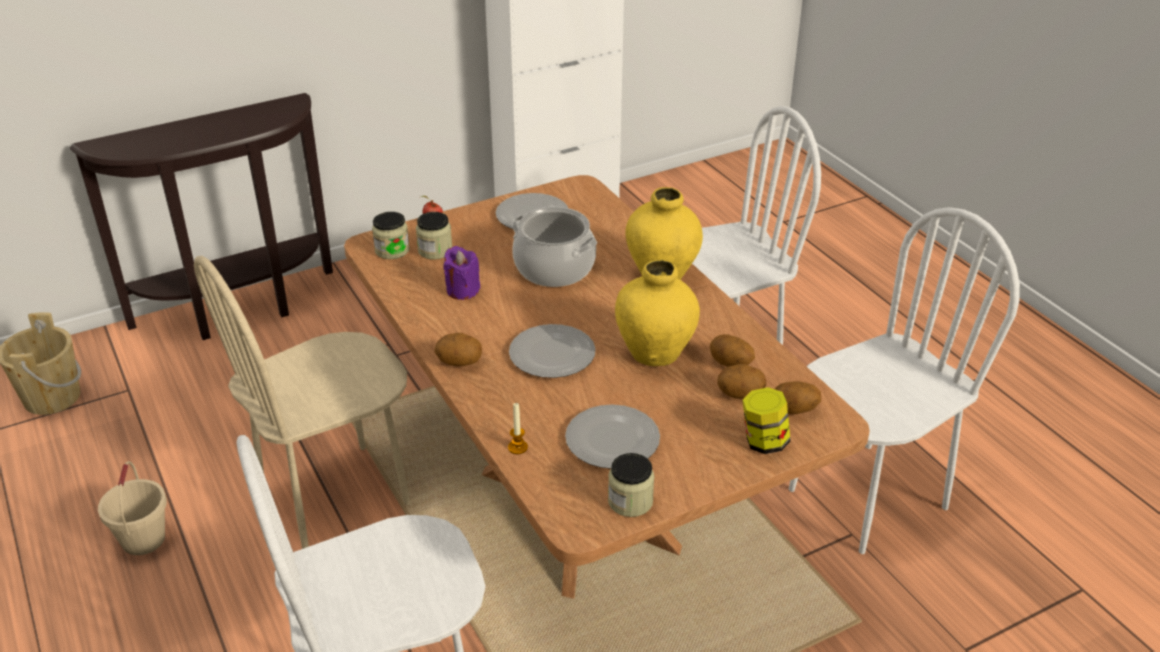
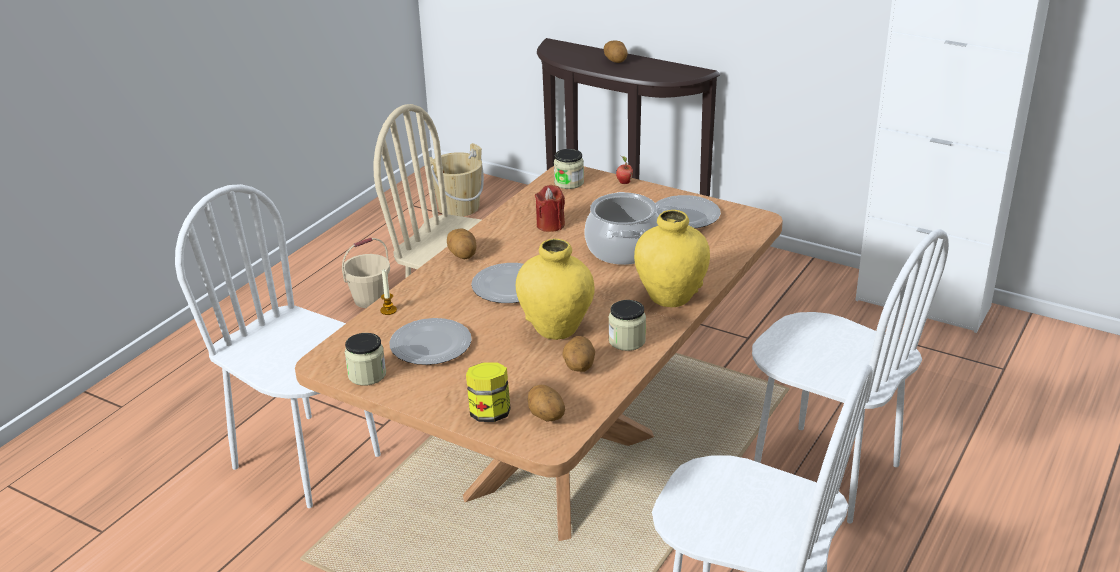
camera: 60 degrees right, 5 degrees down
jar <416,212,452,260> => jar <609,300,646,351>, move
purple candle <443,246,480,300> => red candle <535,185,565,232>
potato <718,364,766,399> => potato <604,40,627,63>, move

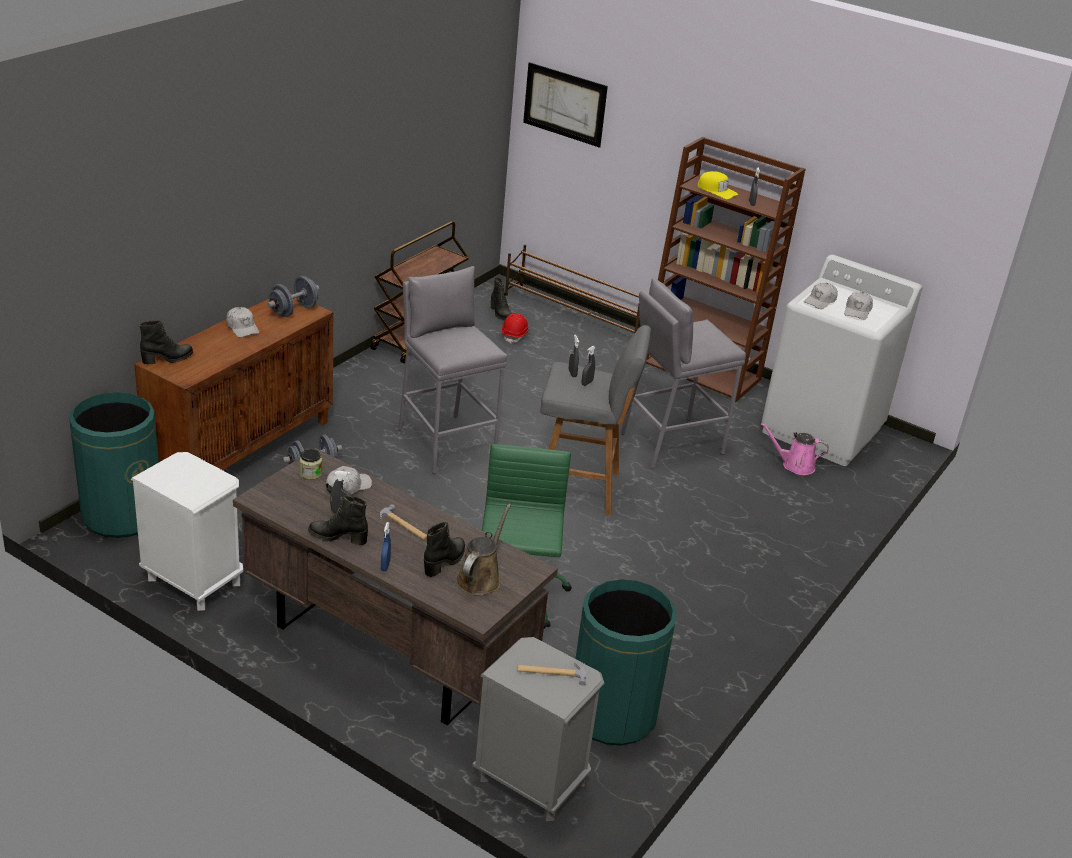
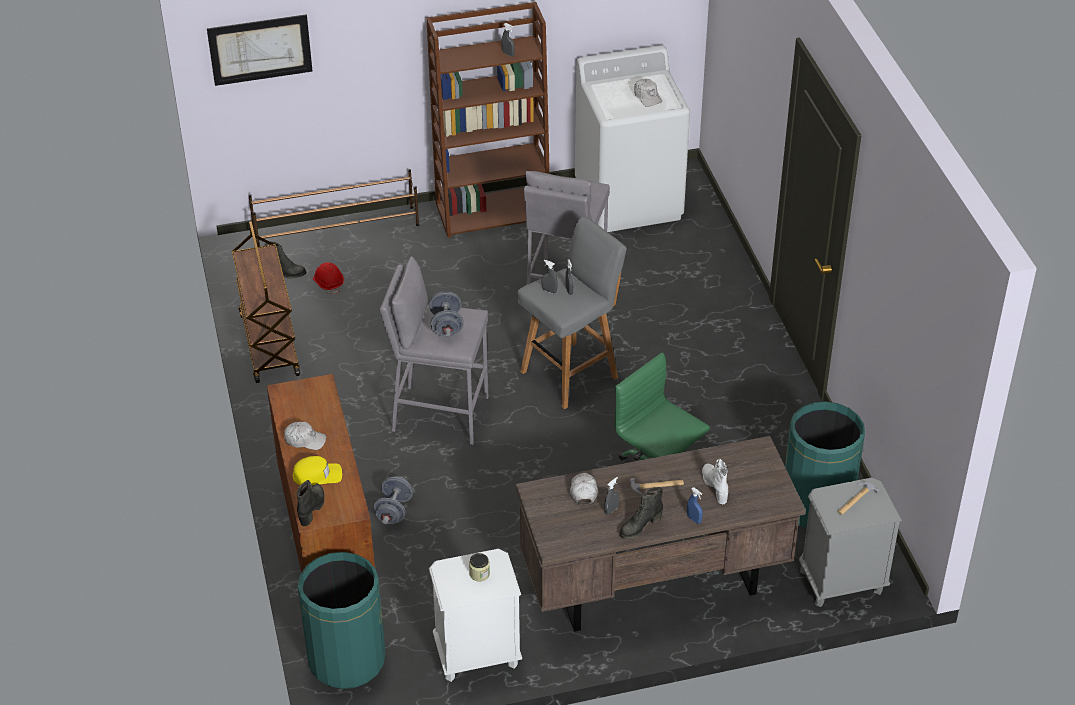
camera: 45 degrees left, 10 degrees up
yellow cap <698,171,738,199> => yellow cap <293,456,342,485>, move
grey dumbbell <267,276,320,317> => grey dumbbell <429,291,463,337>, move
white cap <804,282,838,309> => nothing
pink watering can <761,423,829,475> => nothing
jar <300,449,322,480> => jar <469,553,490,581>, move
brown watering can <456,504,511,596> => nothing
black boot <424,522,465,577> => white boot <702,459,728,504>

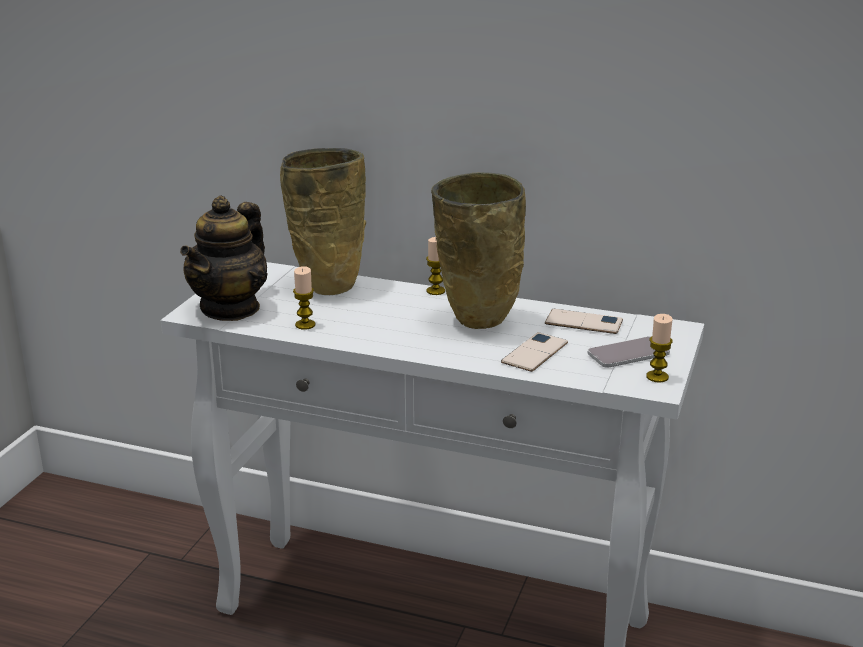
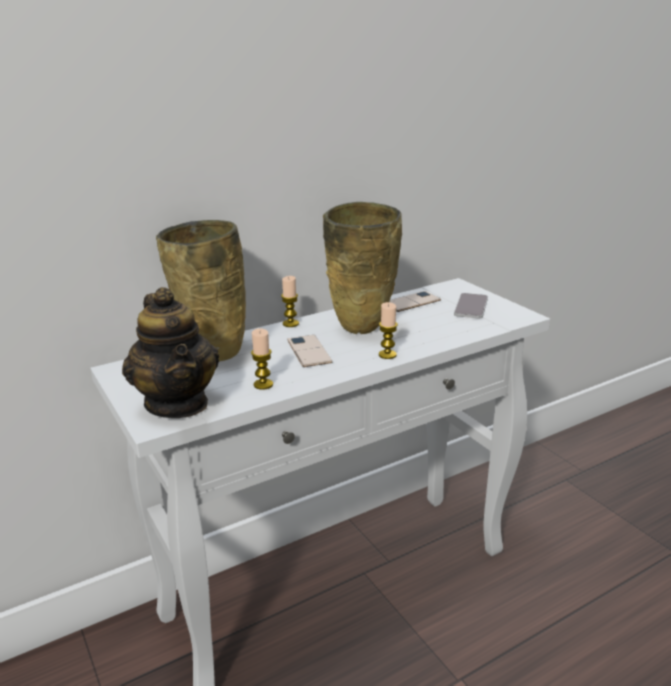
camera: 50 degrees left, 0 degrees up
candle <646,314,673,383> => candle <379,302,398,359>, move
phone <501,332,568,372> => phone <287,335,332,367>, move

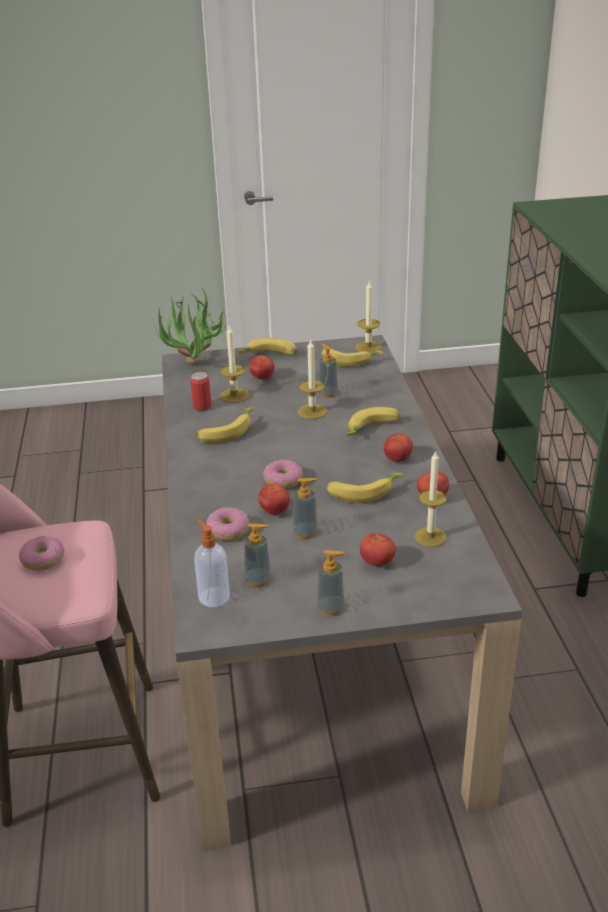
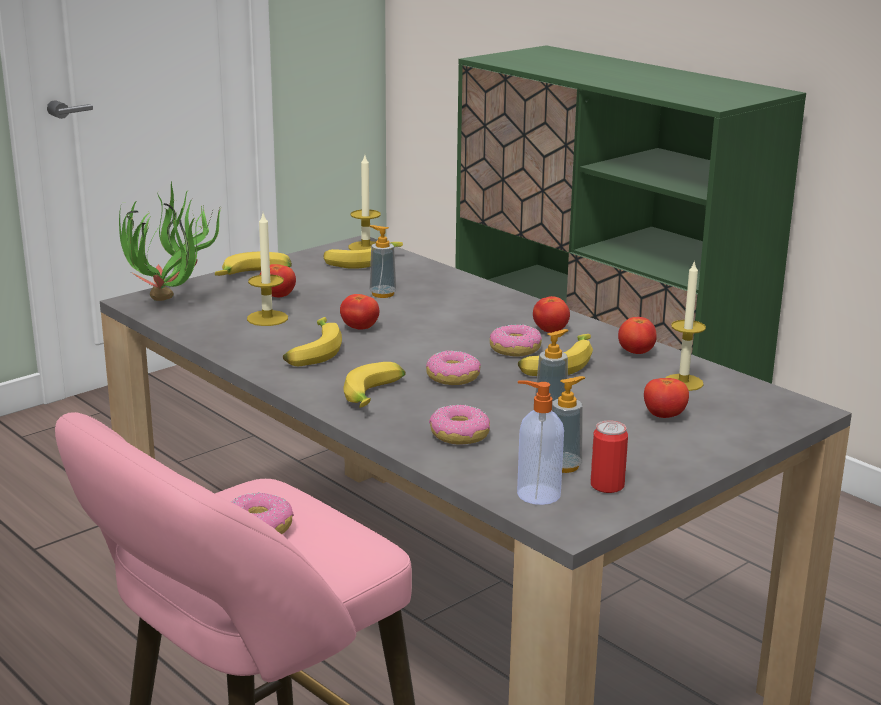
camera: 35 degrees left, 10 degrees down
candle <298,339,327,419> => nothing
can <191,372,212,411> => can <590,420,628,493>, move
banana <346,407,401,436> => banana <343,362,406,408>, move
tomato <258,483,290,515> => tomato <340,294,379,330>, move
soap dispenser <317,550,345,616> => nothing
nothing => donut <490,324,542,356>

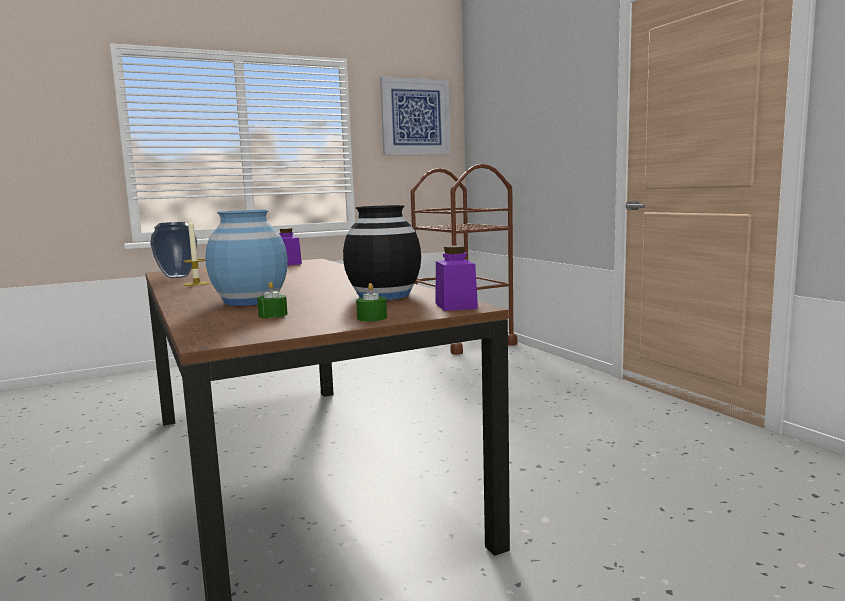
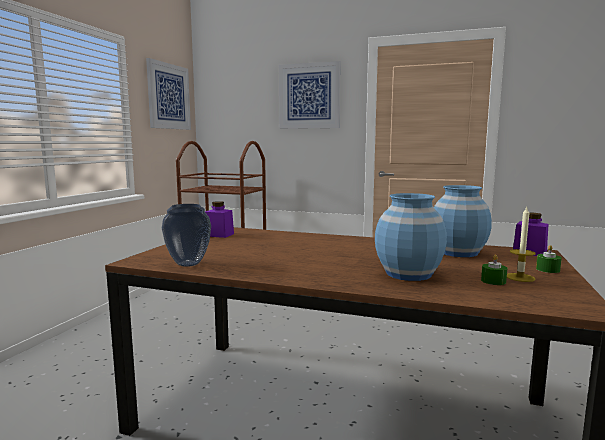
camera: 45 degrees left, 0 degrees up
black vase <343,205,421,300> => blue vase <434,185,492,257>
candle <183,218,210,286> => candle <507,207,536,282>, move
nothing => picture <279,61,340,129>

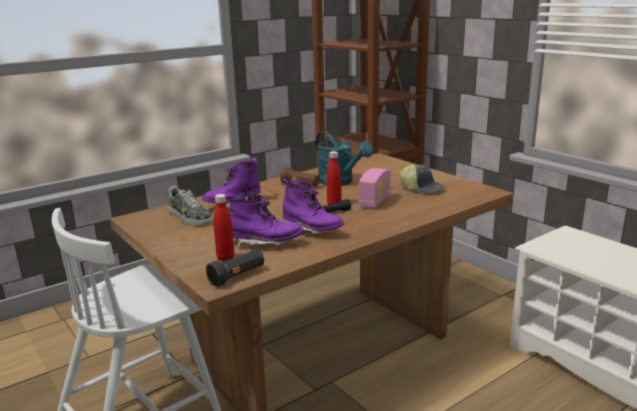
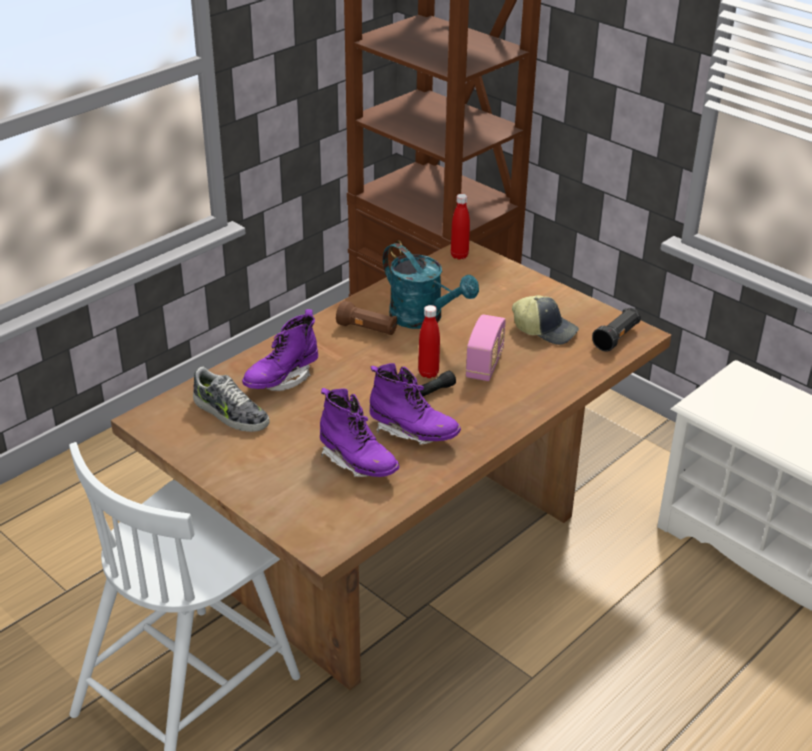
camera: 10 degrees left, 15 degrees up
purple boot <226,192,303,248> => purple boot <320,388,400,477>, 45 degrees clockwise
red bottle <214,194,234,262> => red bottle <451,194,470,260>, move
black flashlight <206,249,265,287> => black flashlight <592,308,641,352>, move

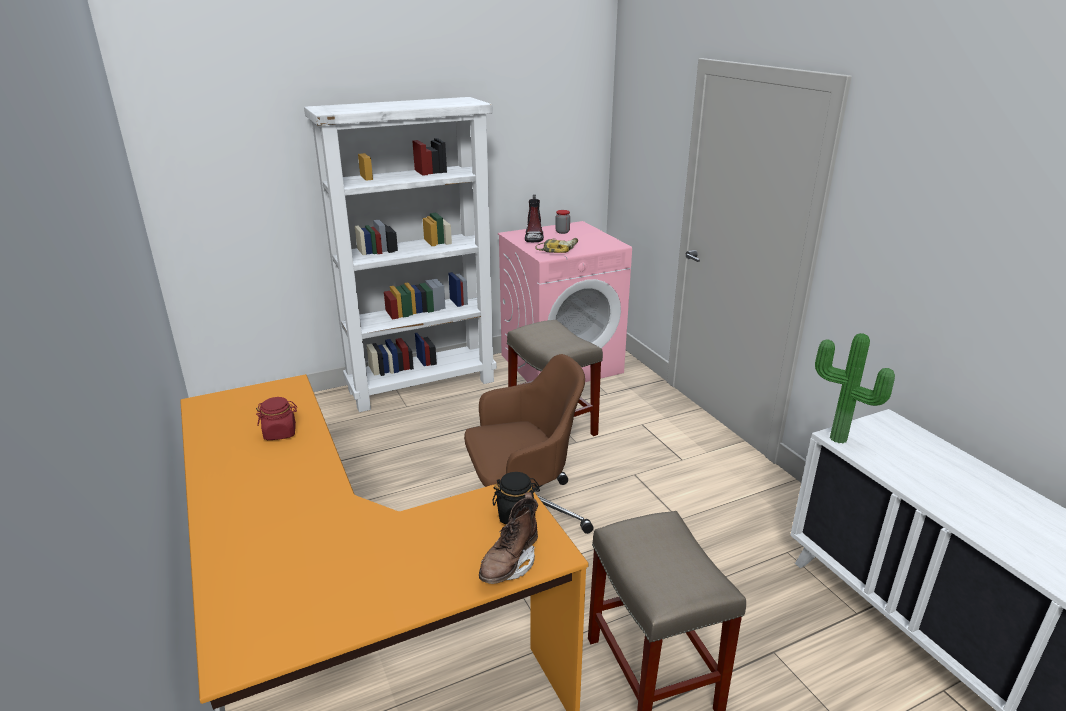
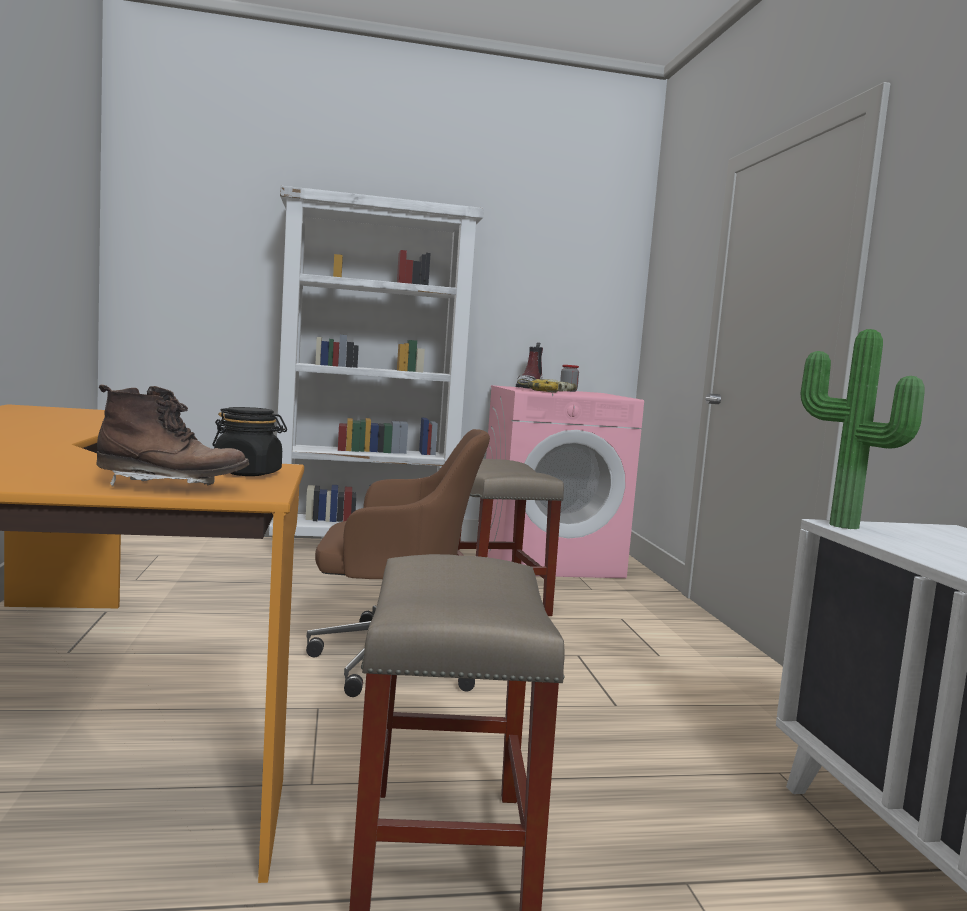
camera: 15 degrees right, 20 degrees down
red jar <256,397,297,440> => nothing
brown boot <479,492,538,584> => brown boot <96,384,249,487>, 135 degrees counterclockwise

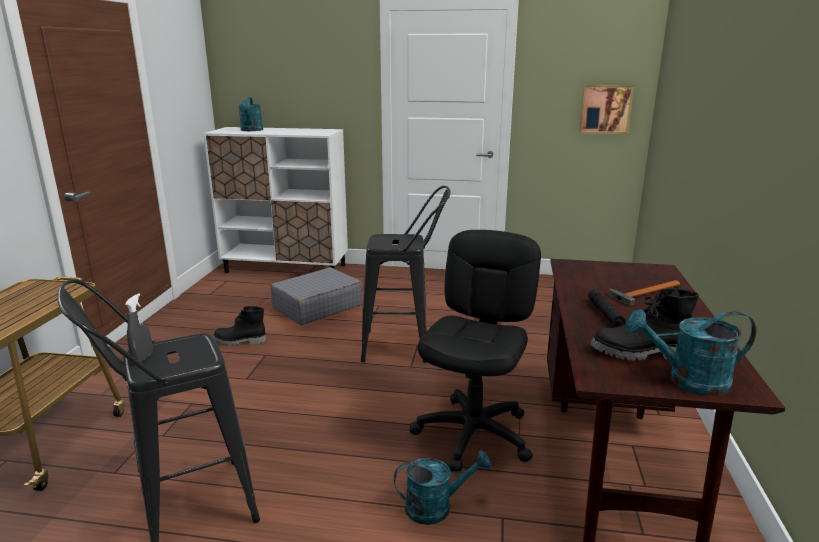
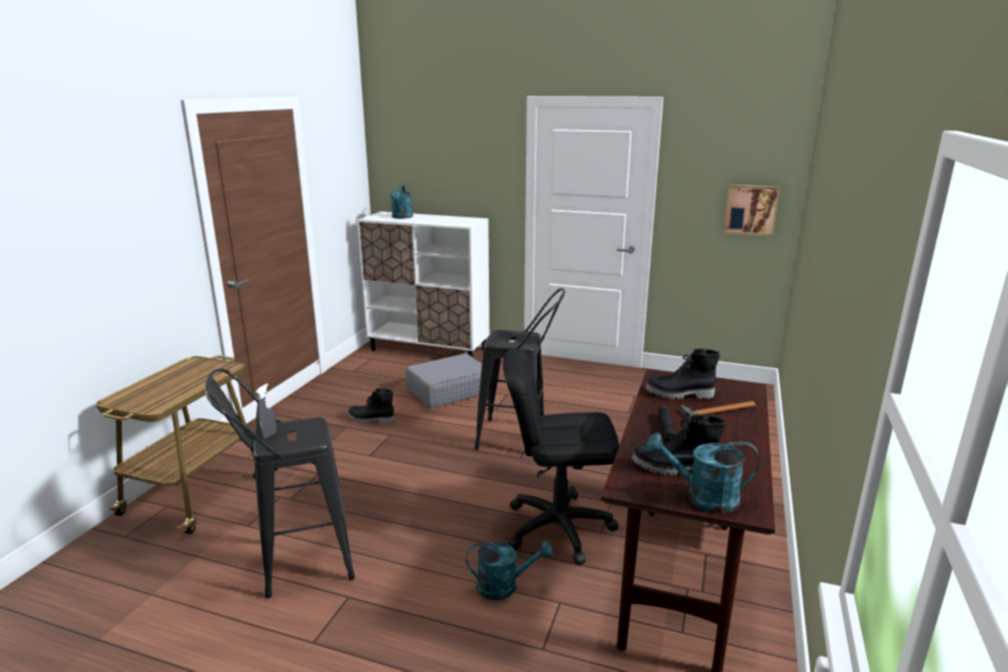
camera: 10 degrees right, 0 degrees up
black office chair <410,230,541,471> => black office chair <503,349,619,565>, 120 degrees counterclockwise
nothing => black boot <645,349,720,399>

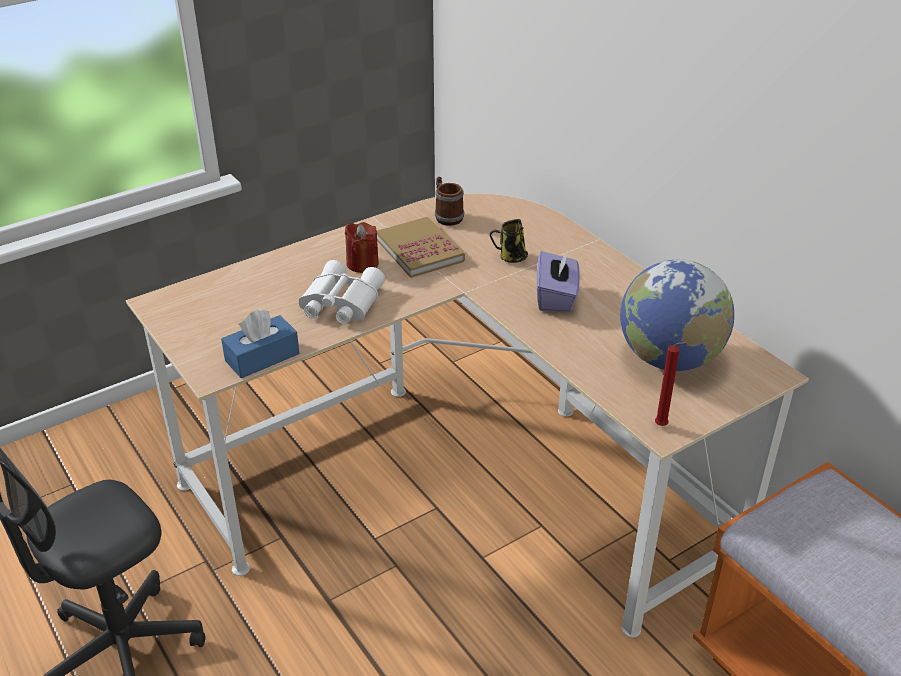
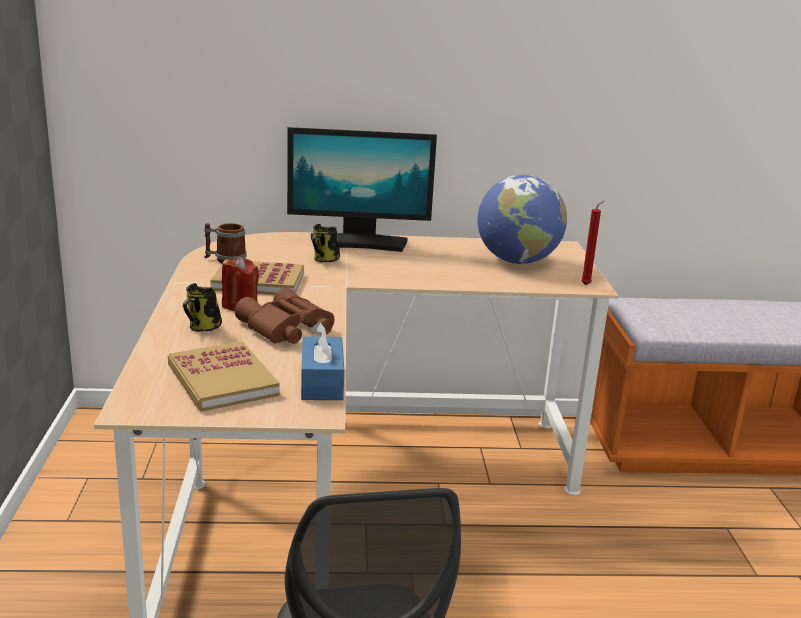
camera: 60 degrees left, 15 degrees down
purple tissue box <537,251,580,312> => nothing
white binoculars <299,260,385,324> => brown binoculars <235,288,334,344>
nothing => monitor <287,127,437,252>
nothing => mug <183,283,222,332>
nothing => book <168,341,280,412>

